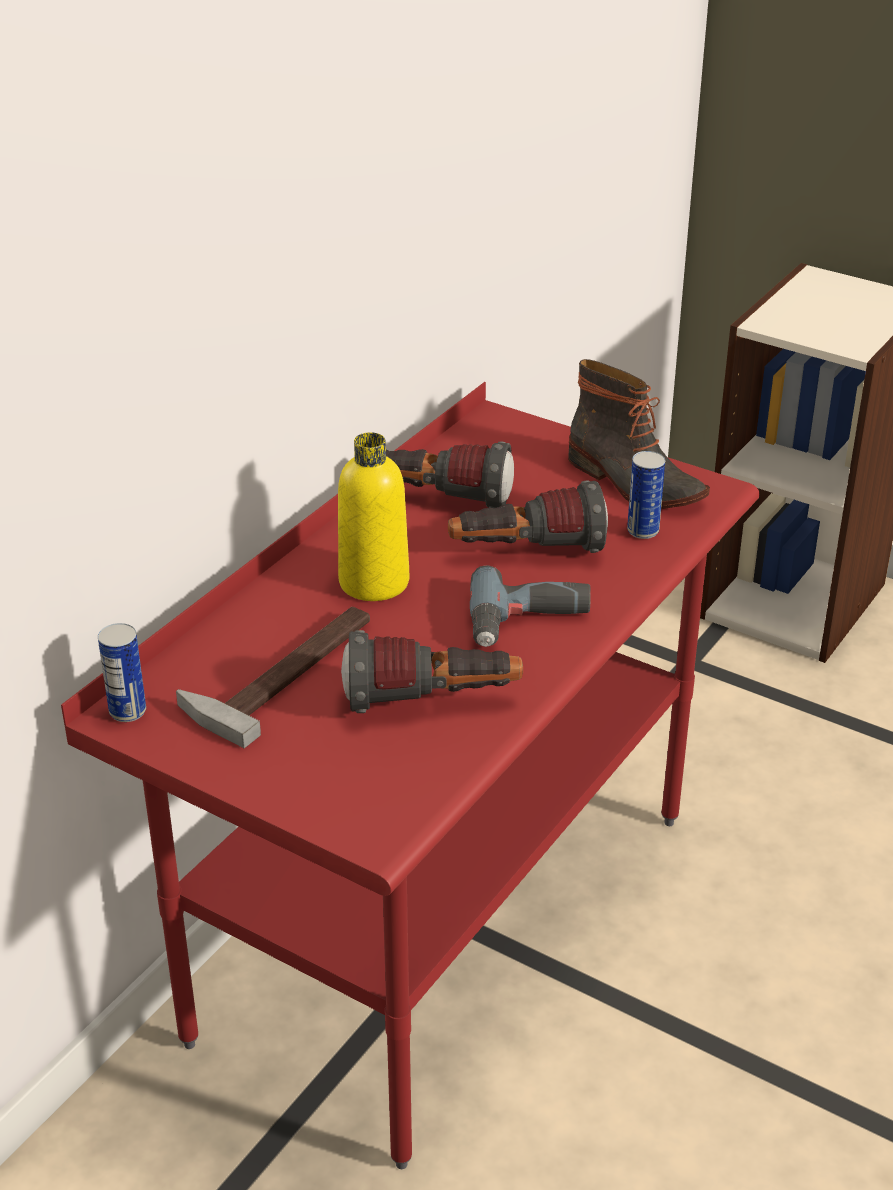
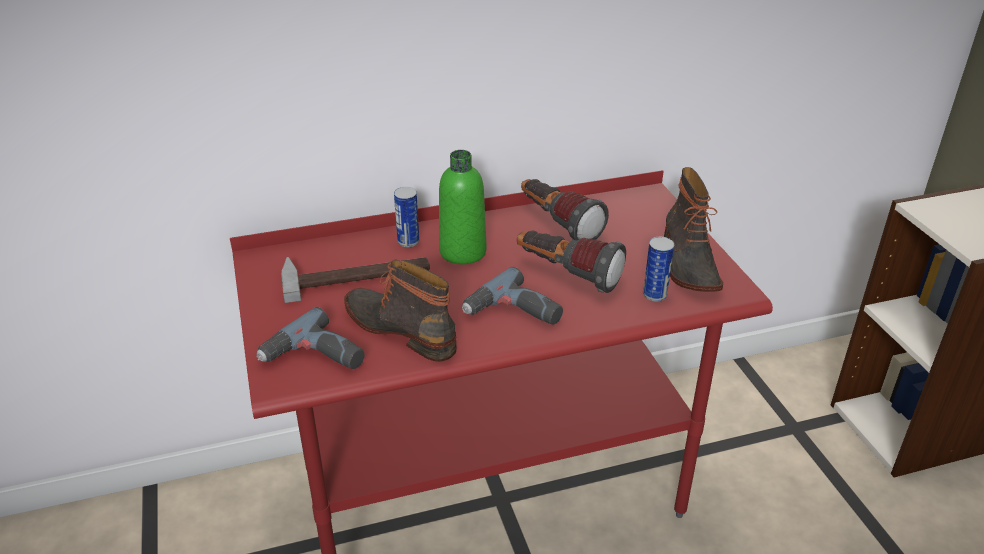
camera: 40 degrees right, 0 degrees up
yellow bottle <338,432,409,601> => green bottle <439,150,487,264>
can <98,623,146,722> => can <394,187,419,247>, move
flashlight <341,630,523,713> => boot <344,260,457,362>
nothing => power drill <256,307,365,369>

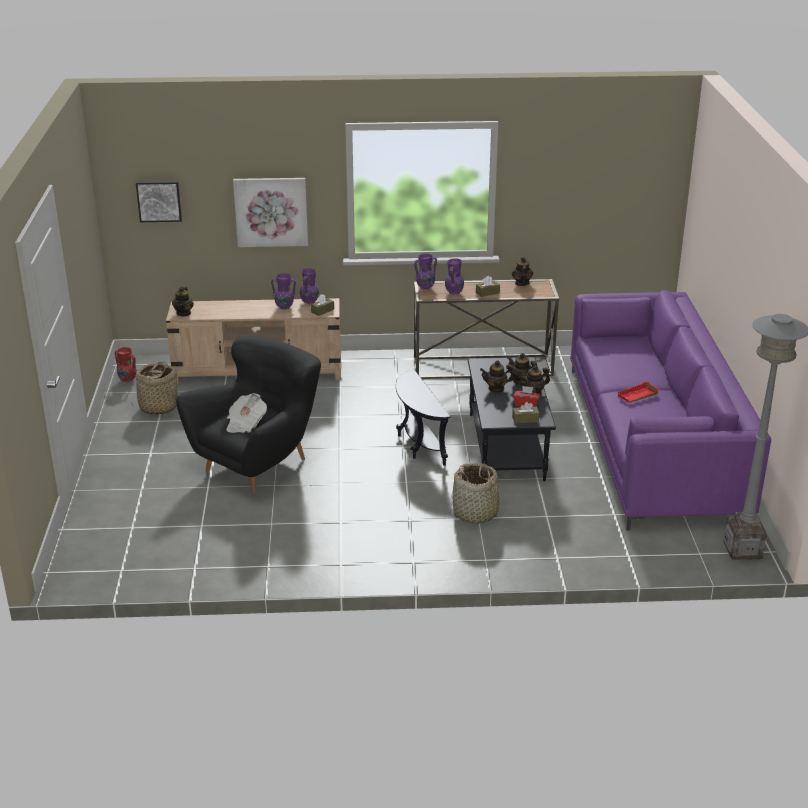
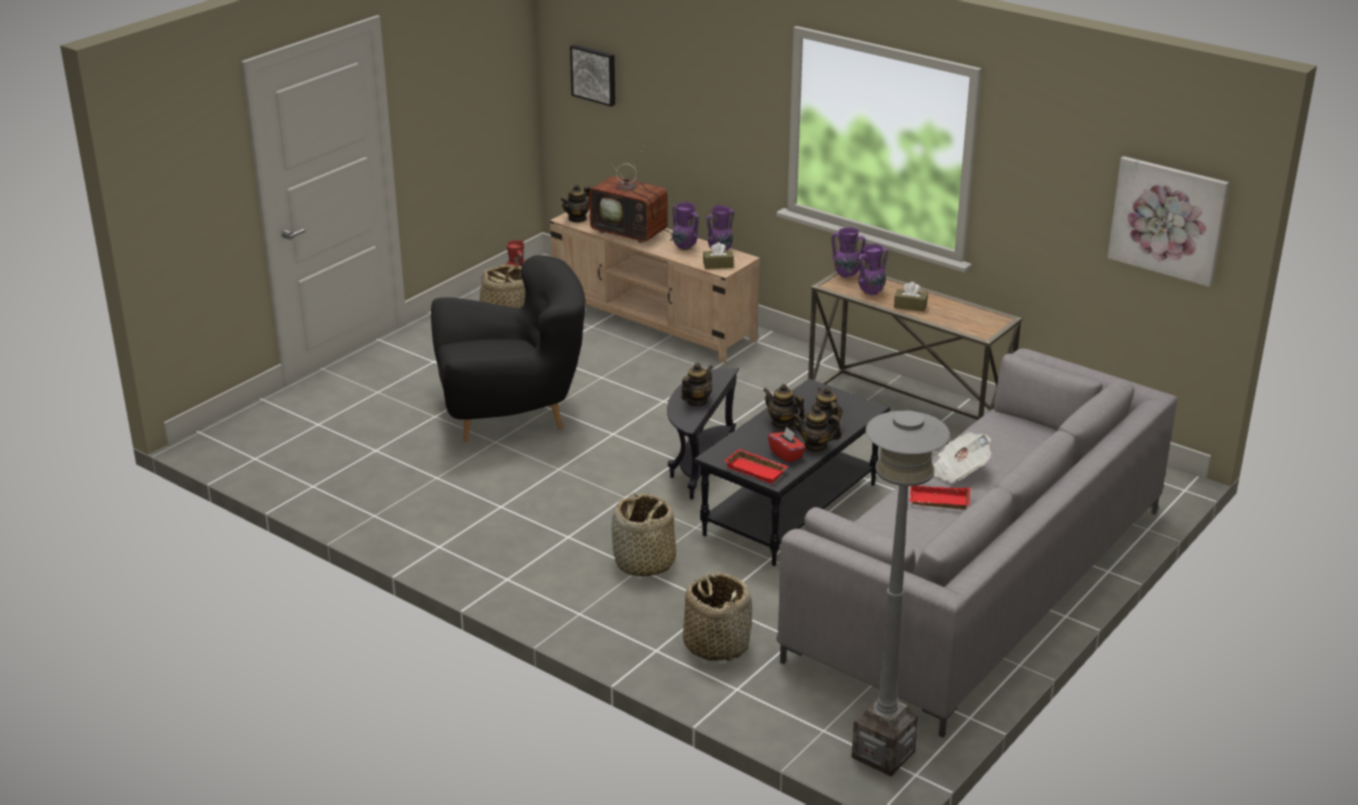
camera: 40 degrees right, 0 degrees up
picture <233,178,308,247> => picture <1107,156,1229,287>, move
teapot <512,257,533,286> => teapot <681,363,713,406>, move
purple sofa <570,290,771,531> => grey sofa <776,348,1177,738>
newspaper <226,393,267,433> => newspaper <933,432,991,483>, move
brown tissue box <512,402,539,424> => red tray <724,449,788,484>
nothing => television <589,148,673,243>
nothing => basket <683,572,752,661>

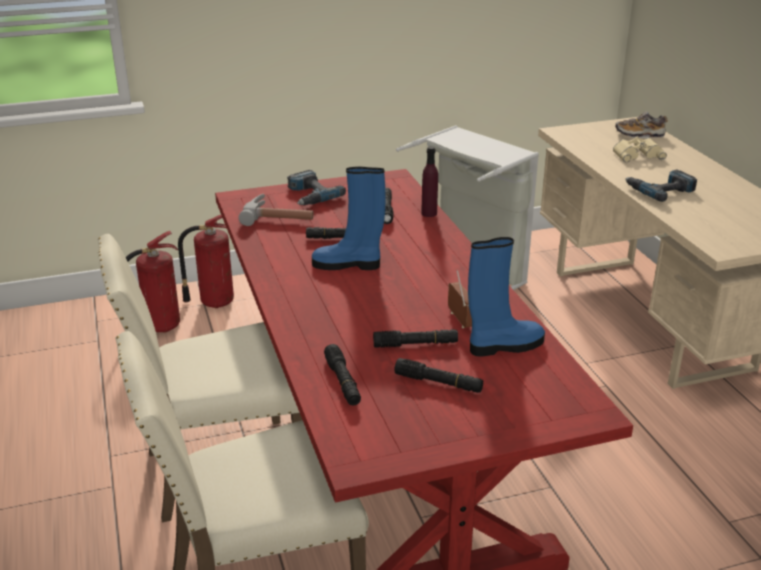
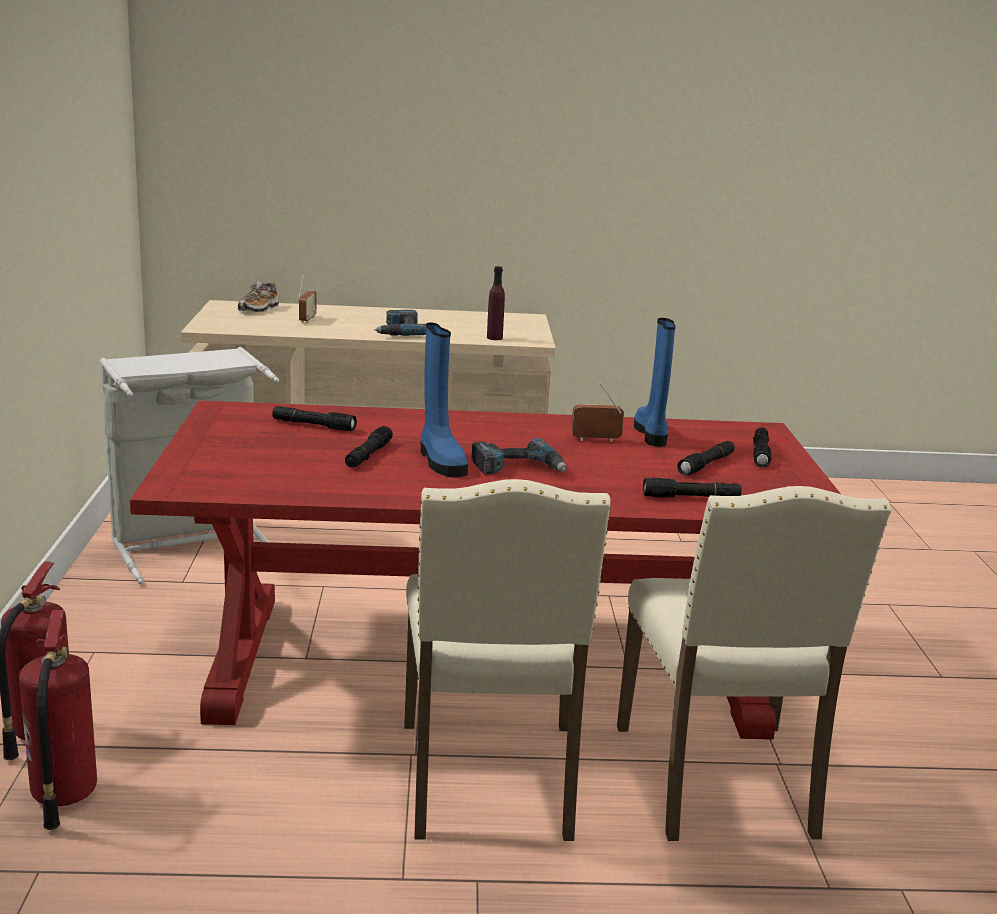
camera: 75 degrees left, 10 degrees down
beige binoculars <613,136,667,162> => radio <298,274,317,323>
purple bottle <421,146,438,217> => purple bottle <487,266,505,340>, move
blue boot <312,167,386,270> => blue boot <420,323,468,478>, 45 degrees counterclockwise
power drill <287,170,346,205> => power drill <471,438,567,474>, move
hammer <239,194,314,226> => nothing
black flashlight <373,329,458,348> => black flashlight <753,427,771,468>, move

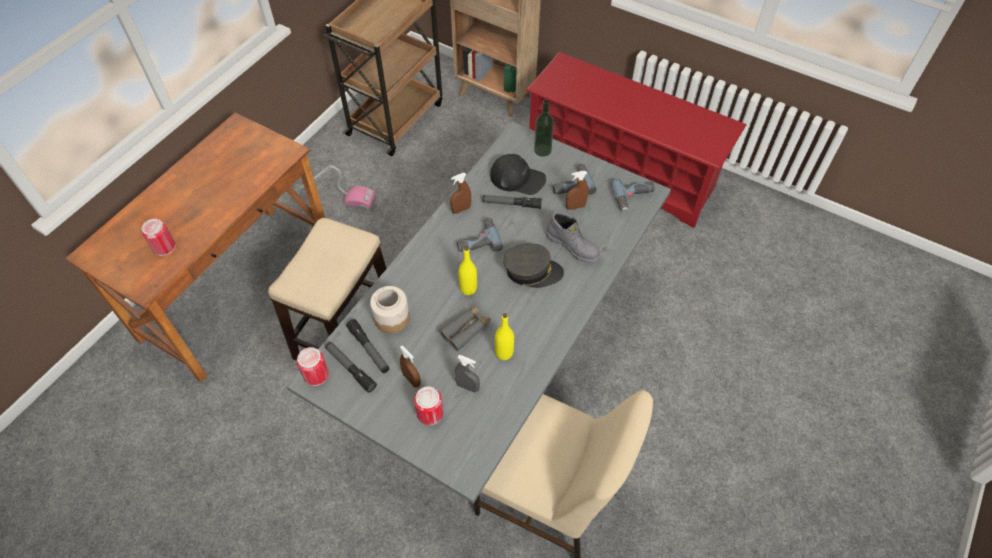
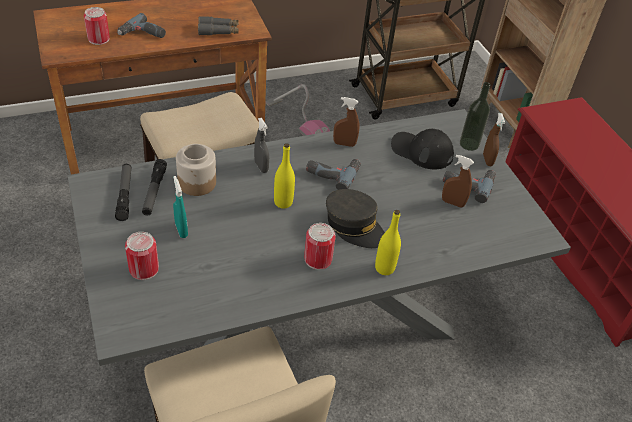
camera: 35 degrees right, 10 degrees down
black cap <490,154,546,195> => black cap <391,128,454,169>, 150 degrees clockwise
power drill <611,178,655,212> => power drill <117,13,166,38>, move
flashlight <482,195,542,209> => nothing
grey boot <546,211,601,263> => nothing
grey binoculars <439,305,491,351> => grey binoculars <198,16,239,35>, move
yellow bottle <495,313,514,360> => yellow bottle <375,210,401,275>, move
brown spray bottle <400,345,421,387> => brown spray bottle <483,113,505,166>, move
can <297,347,329,386> => can <304,223,336,270>, move
grey spray bottle <455,355,480,393> => grey spray bottle <254,118,269,173>, move
nothing => turquoise spray bottle <173,176,188,238>

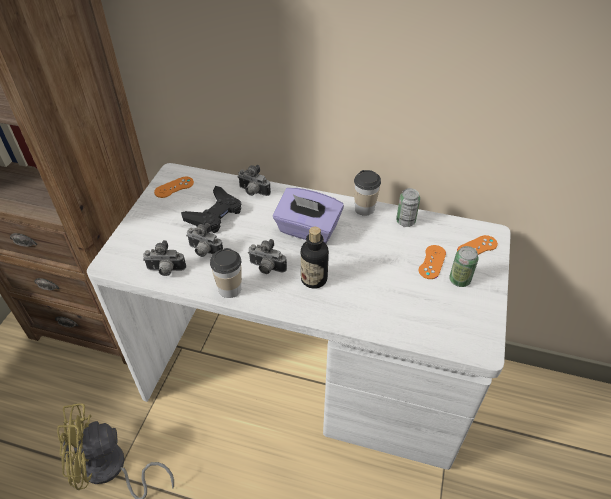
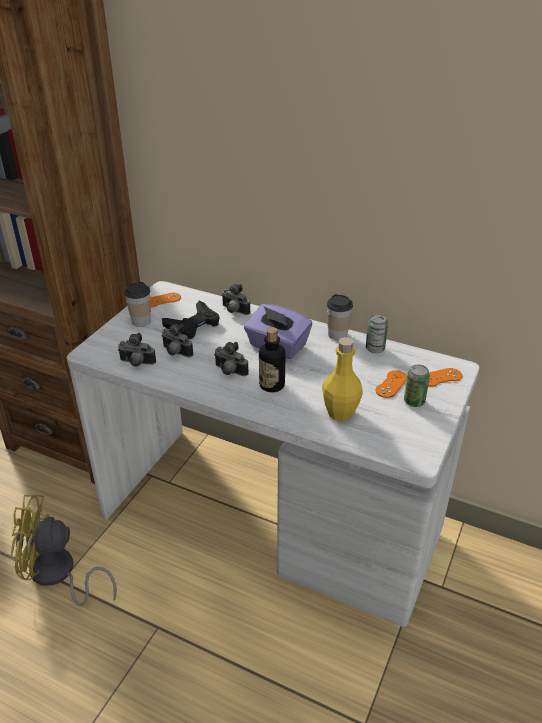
camera: 10 degrees right, 10 degrees down
cup <210,248,242,298> => cup <124,282,151,327>, move
nothing => yellow bottle <322,337,363,421>

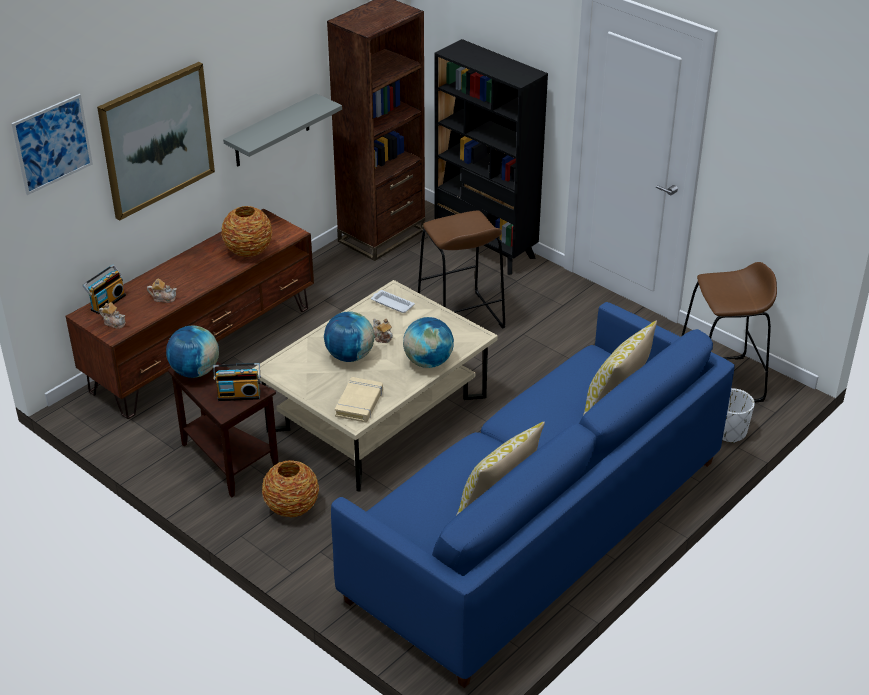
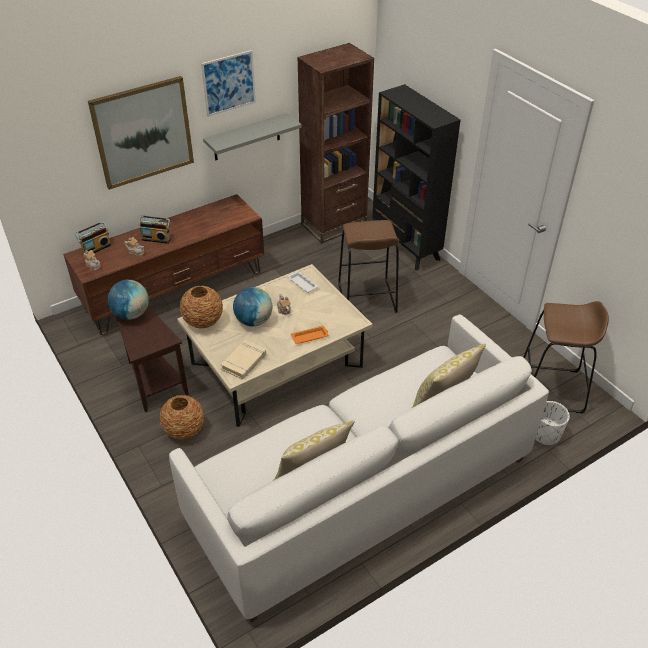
camera: 15 degrees right, 5 degrees up
picture <11,94,93,195> => picture <201,50,256,117>, move
vase <221,206,272,257> => vase <180,286,223,329>, move
blue sofa <331,302,735,688> => white sofa <169,315,549,622>
globe <403,317,454,368> => orange tray <291,326,328,344>
radio <213,363,261,401> => radio <139,215,171,244>, move

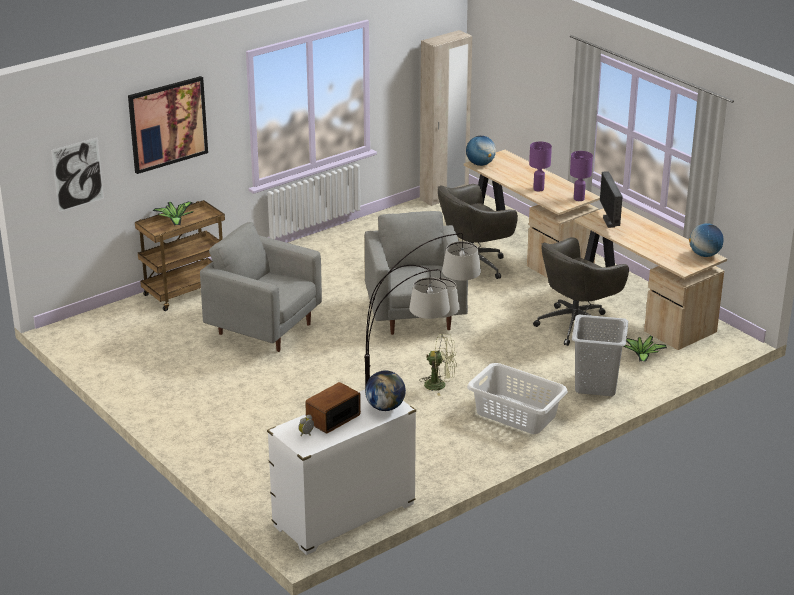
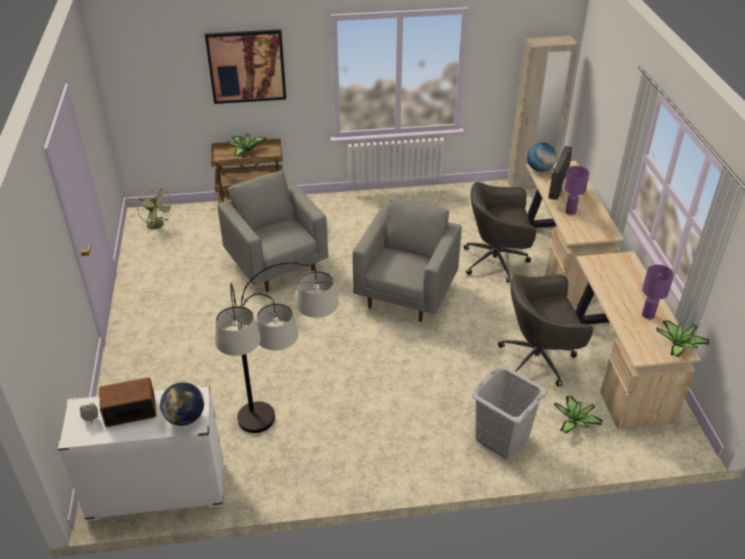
camera: 30 degrees right, 10 degrees up
picture <51,137,104,212> => nothing
purple table lamp <570,151,593,201> => purple table lamp <642,265,674,319>, move
monitor <600,171,623,228> => monitor <548,146,572,200>, move
globe <689,223,724,257> => potted plant <656,320,709,357>
green fan <419,334,457,396> => green fan <137,187,173,233>, move
white laundry basket <467,363,568,434> => nothing

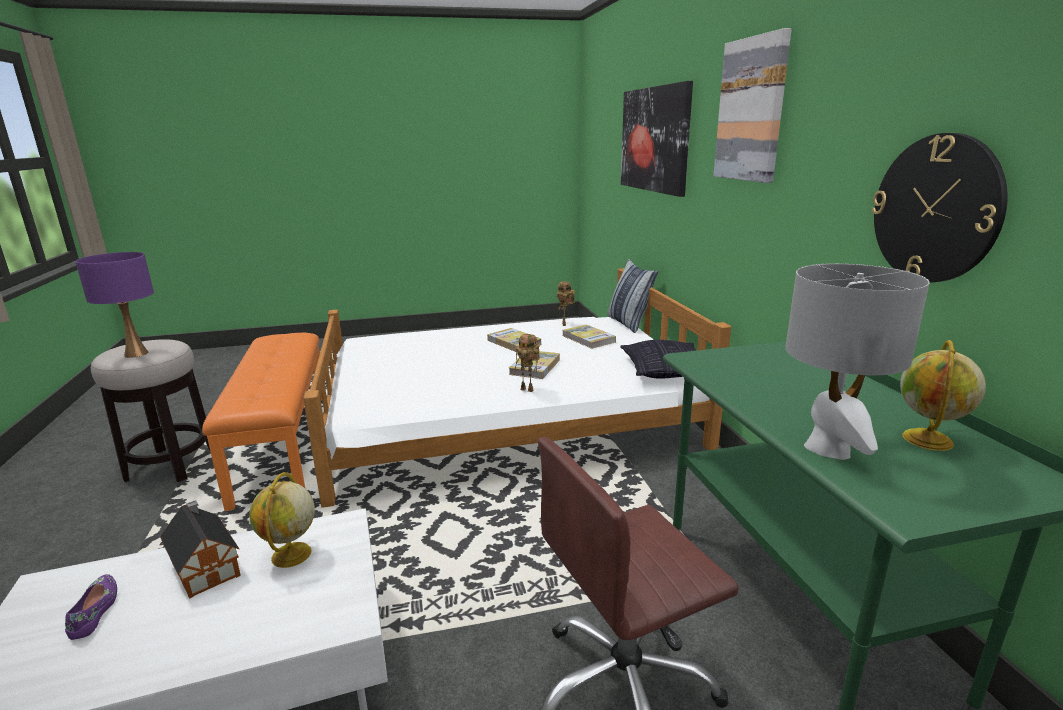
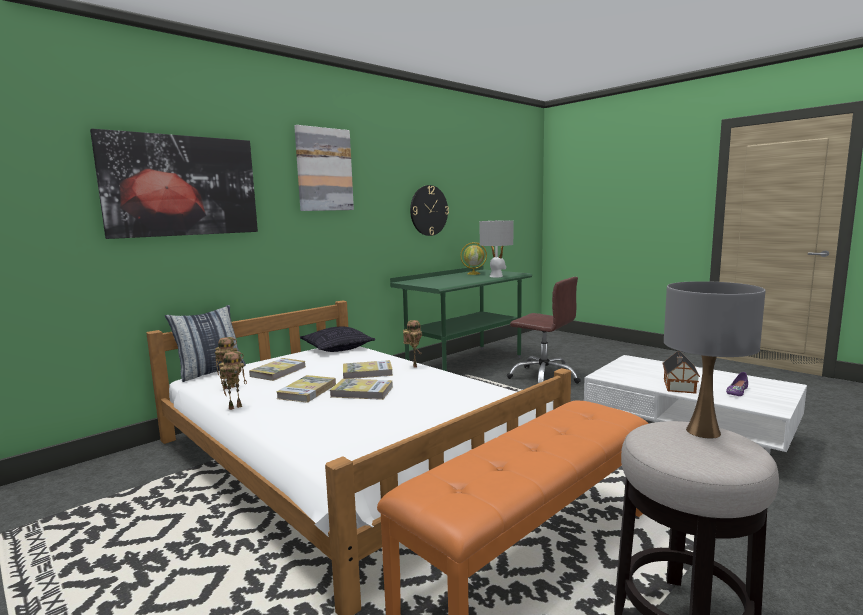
camera: 120 degrees left, 10 degrees down
purple table lamp <75,252,154,358> => grey table lamp <664,281,766,439>
globe <250,472,315,568> => nothing
nothing => toy robot <219,351,247,410>
nothing => book <330,379,393,400>

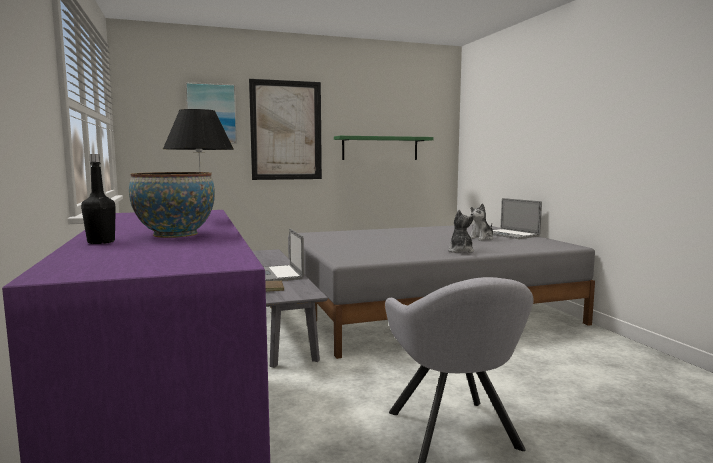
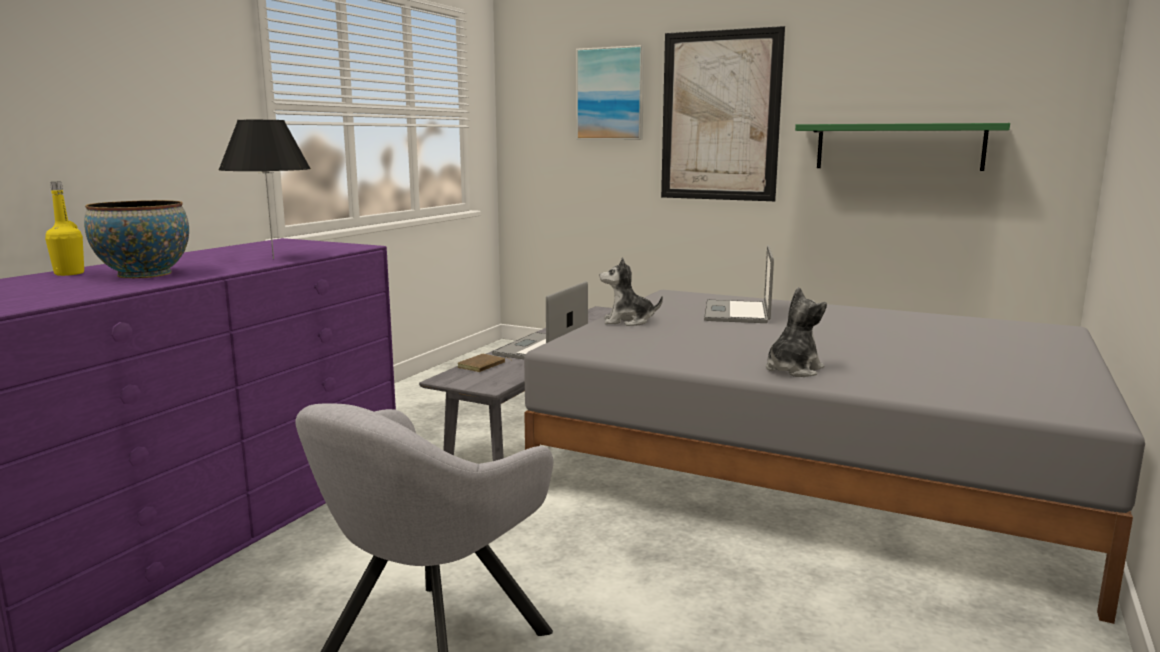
camera: 45 degrees right, 5 degrees up
black bottle <81,154,116,244> => yellow bottle <45,182,84,276>
laptop <493,198,542,239> => laptop <704,245,774,323>, move
plush toy <470,203,494,241> => plush toy <600,257,663,326>, move

